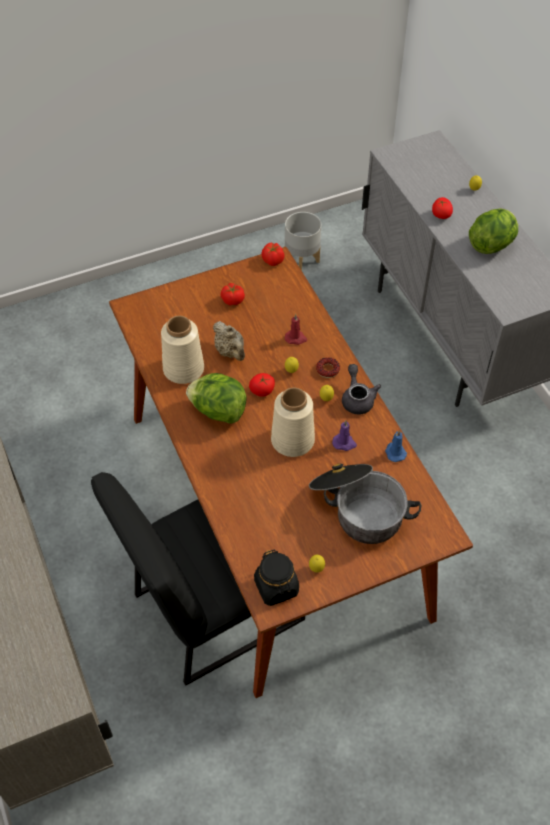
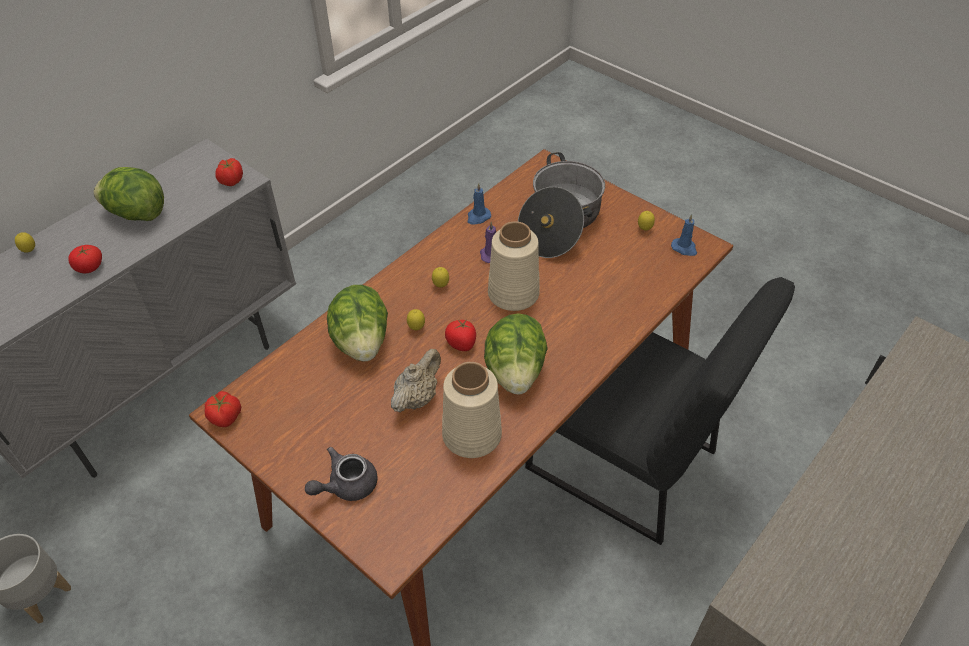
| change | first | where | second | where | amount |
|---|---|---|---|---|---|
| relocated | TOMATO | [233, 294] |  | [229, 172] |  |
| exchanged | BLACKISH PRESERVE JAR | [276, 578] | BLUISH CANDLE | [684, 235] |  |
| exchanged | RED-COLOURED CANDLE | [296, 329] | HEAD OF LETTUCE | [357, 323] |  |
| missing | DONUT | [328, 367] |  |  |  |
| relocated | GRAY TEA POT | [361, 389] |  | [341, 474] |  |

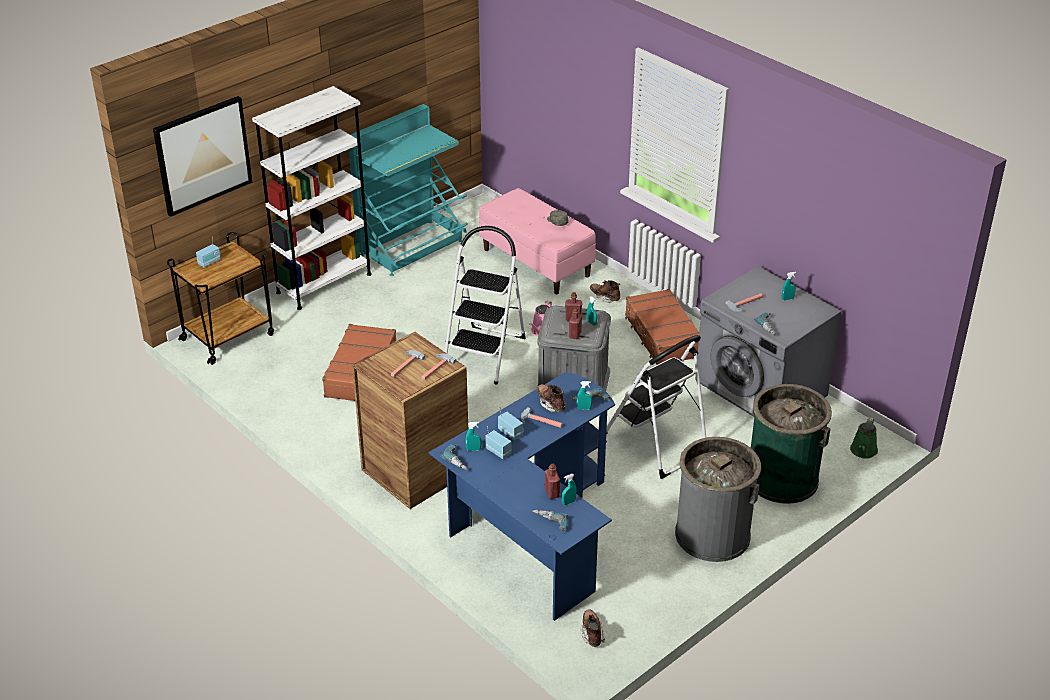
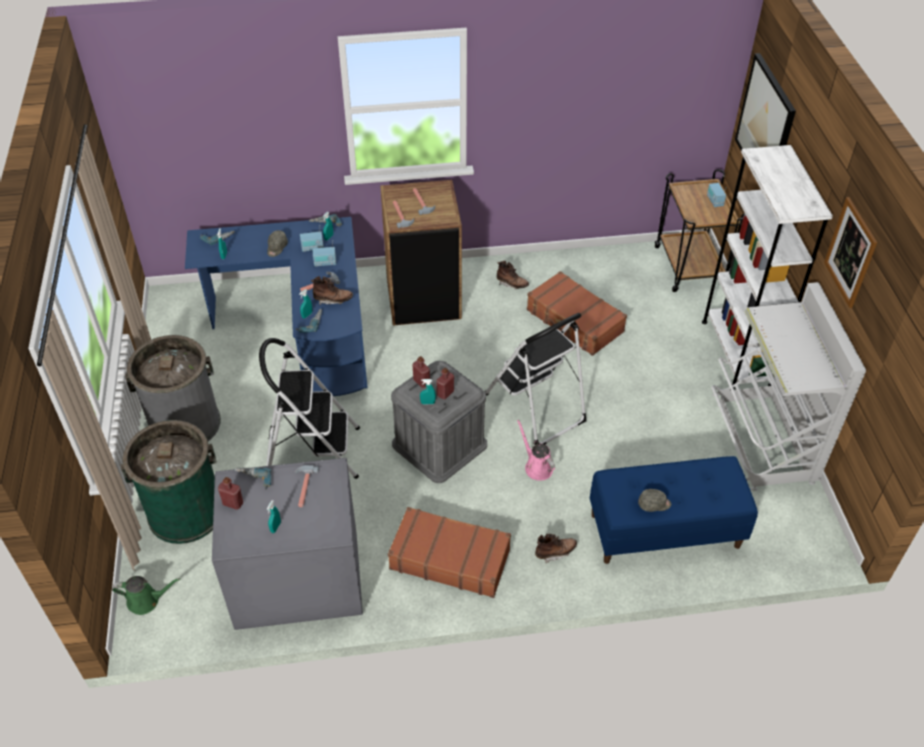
| change | first | where | second | where | amount |
|---|---|---|---|---|---|
| colour | TURQUOISE-COLOURED SHOE RACK | [408, 190] | WHITE-COLOURED SHOE RACK | [788, 386] |  |
| colour | PINKISH LONG SEAT | [537, 241] | BLUISH LONG SEAT | [674, 510] |  |
| relocated | RED-COLOURED BEVERAGE BOTTLE | [552, 481] |  | [230, 493] |  |
| relocated | BROWNISH TALL BOOT | [593, 628] |  | [513, 275] |  |
| spun | GREEN-COLOURED SPRINKLING CAN | [864, 438] |  | [146, 595] | 120 degrees clockwise |
| appeared |  |  | GRAY PEAKED CAP | [277, 243] |  |
| appeared |  |  | WALL PICTURE | [850, 252] |  |

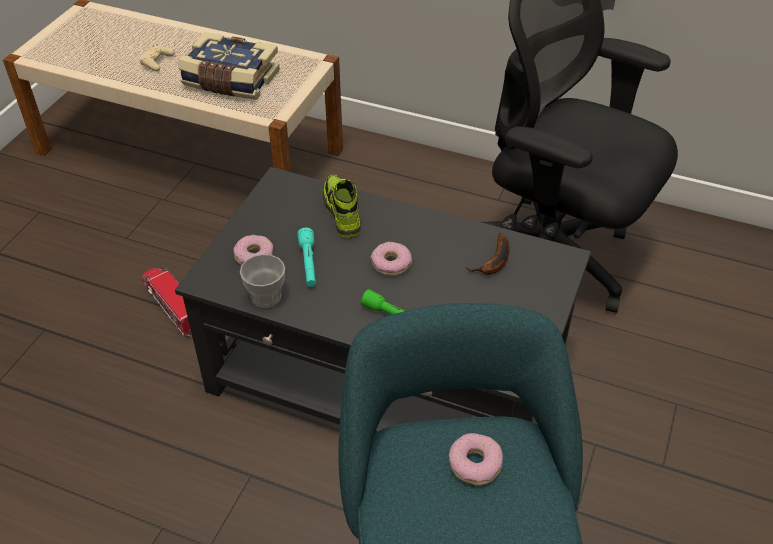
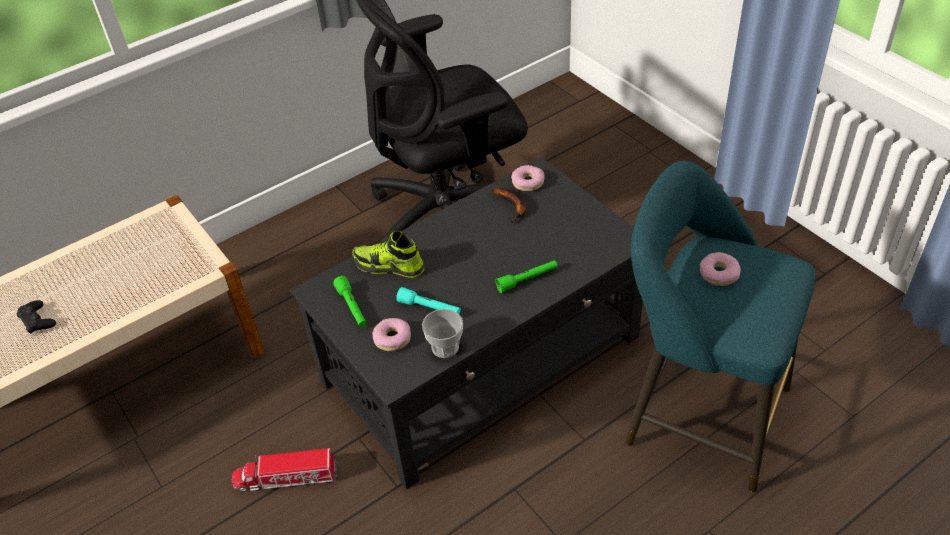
| change | first | where | second | where | amount |
|---|---|---|---|---|---|
| colour | BEIGE-COLOURED JOYPAD | [156, 58] | BLACKISH JOYPAD | [36, 317] |  |
| missing | VOLUME | [229, 66] |  |  |  |
| relocated | DONUT | [391, 259] |  | [528, 178] |  |
| appeared |  |  | GREEN-COLOURED HAND TORCH | [350, 301] |  |

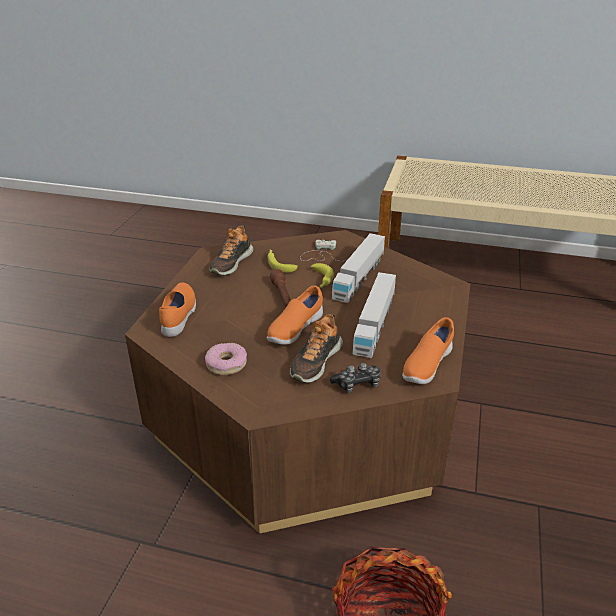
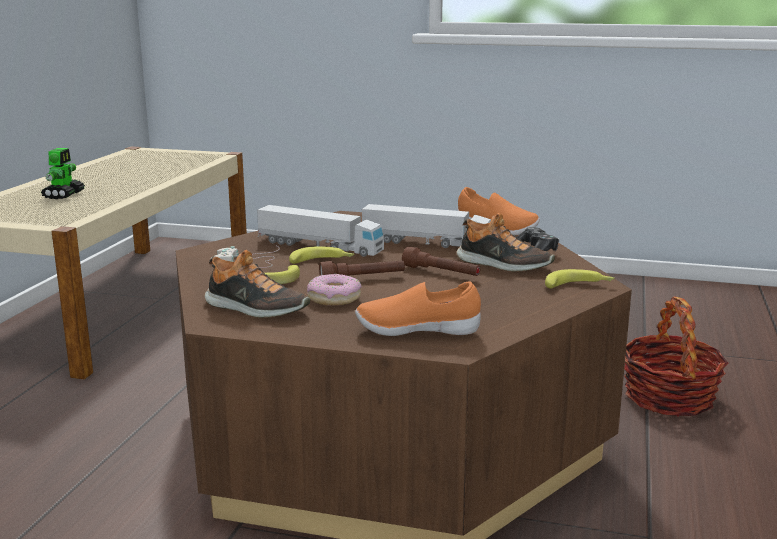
| change | first | where | second | where | amount |
|---|---|---|---|---|---|
| relocated | DONUT | [226, 359] |  | [334, 290] |  |
| exchanged | ORANGE SHOE | [295, 315] | BROWNISH HAND TORCH | [441, 261] |  |
| appeared |  |  | TOY ROBOT | [63, 173] |  |
| appeared |  |  | BANANA FRUIT | [580, 279] |  |

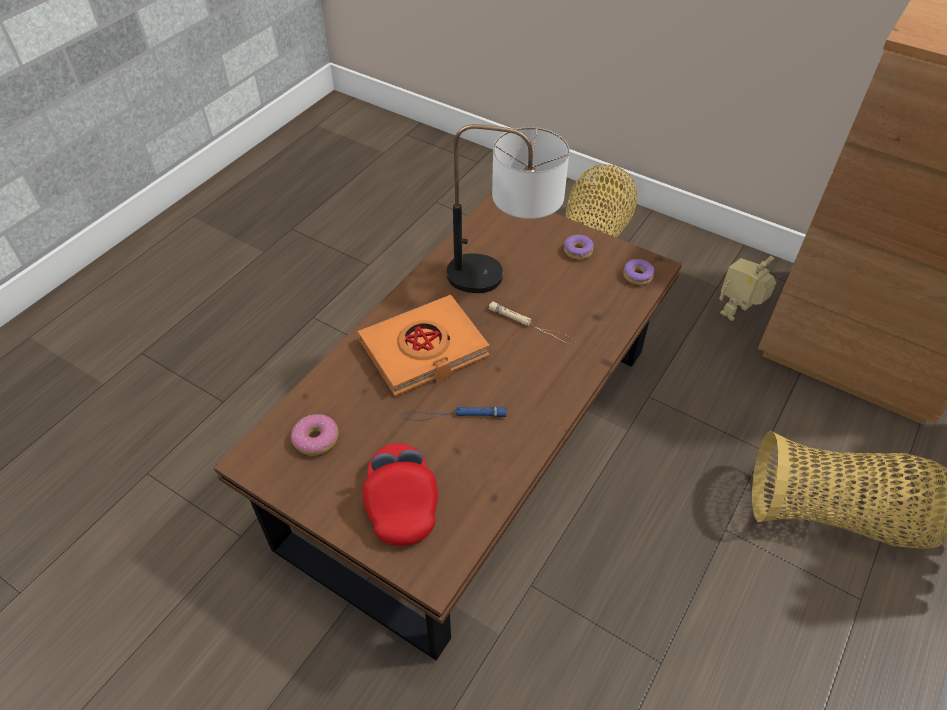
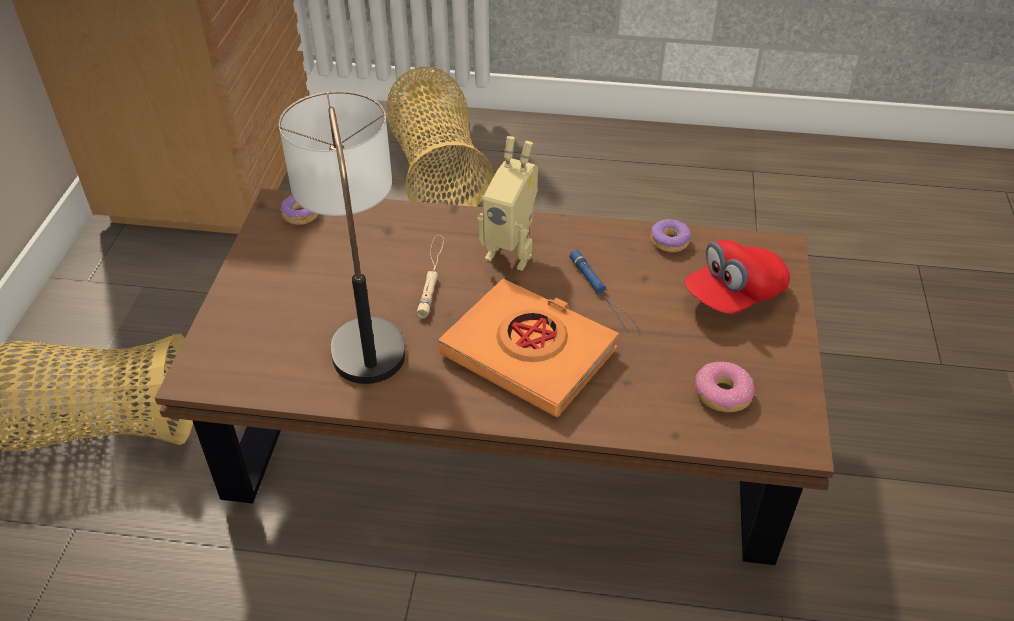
| change | first | where | second | where | amount |
|---|---|---|---|---|---|
| relocated | DONUT | [579, 247] |  | [671, 235] |  |
| relocated | TOY ROBOT | [748, 288] |  | [508, 203] |  |

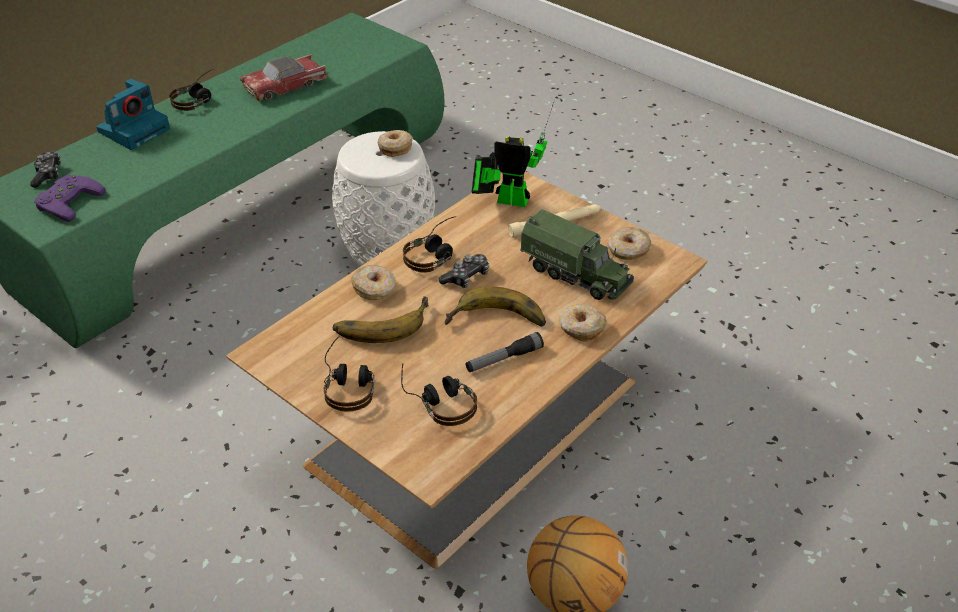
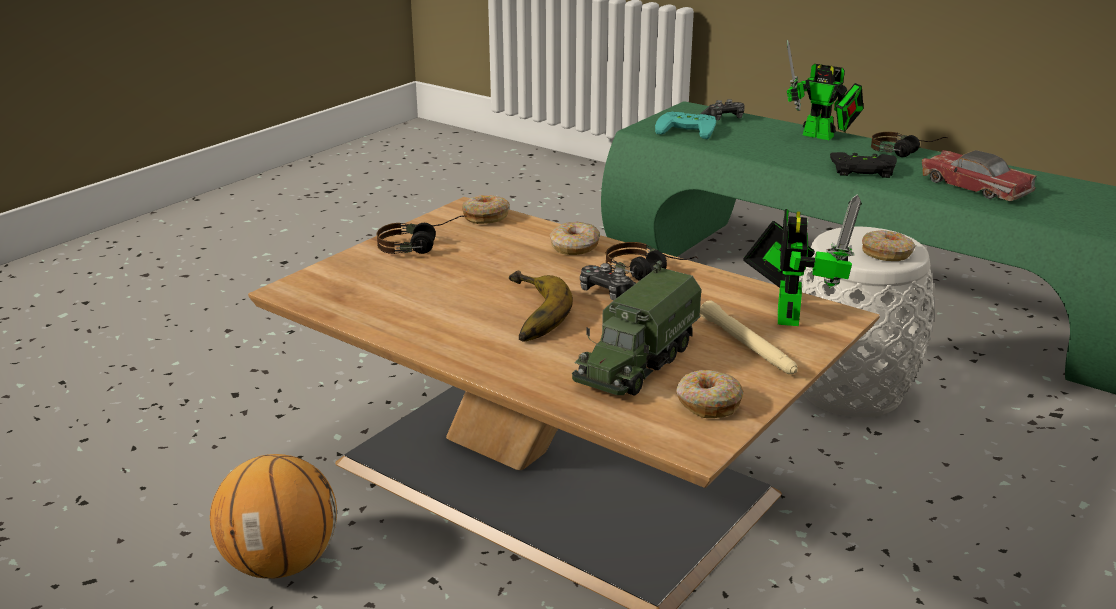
| change | first | where | second | where | amount |
|---|---|---|---|---|---|
| colour | PURPLE-COLOURED JOYPAD | [70, 198] | TURQUOISE-COLOURED JOYPAD | [685, 125] |  |
| exchanged | STILL CAMERA | [133, 114] | TOY ROBOT | [825, 90] |  |
| missing | BANANA FRUIT | [381, 319] |  |  |  |
| missing | PAIR OF HEADPHONES | [439, 394] |  |  |  |
| missing | HAND TORCH | [505, 352] |  |  |  |
| relocated | DONUT | [583, 323] |  | [486, 209] |  |
| appeared |  |  | BLACKISH JOYPAD | [863, 165] |  |

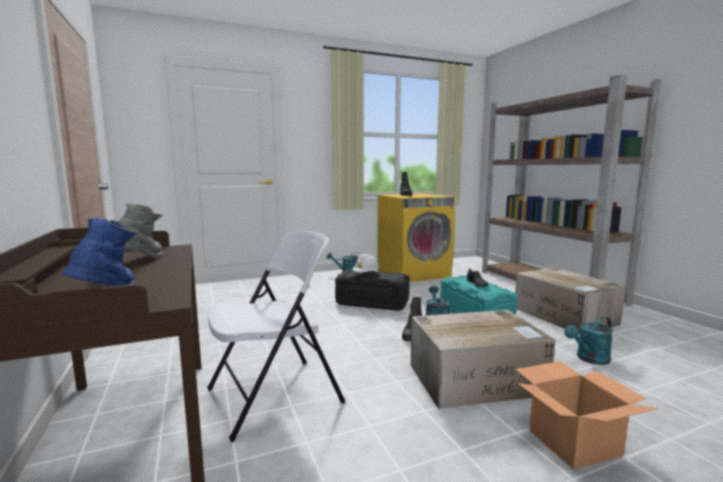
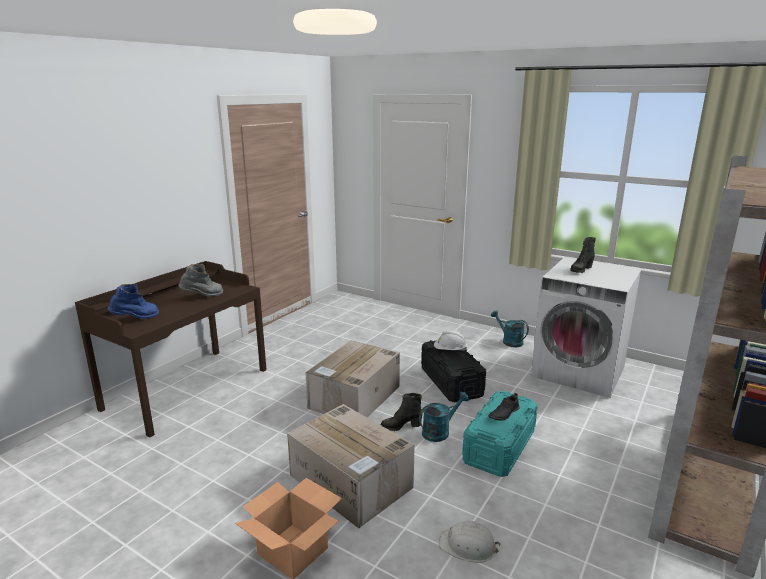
| change | first | where | second | where | amount |
|---|---|---|---|---|---|
| missing | WHITE-COLOURED PLAIN CHAIR | [276, 336] |  |  |  |
| colour | YELLOW LAUNDRY MACHINE | [416, 237] | WHITE-COLOURED LAUNDRY MACHINE | [587, 327] |  |
| relocated | PACKING BOX | [570, 301] |  | [352, 378] |  |
| exchanged | TURQUOISE-COLOURED SPRINKLING CAN | [588, 340] | WHITE-COLOURED HARD HAT | [470, 542] |  |

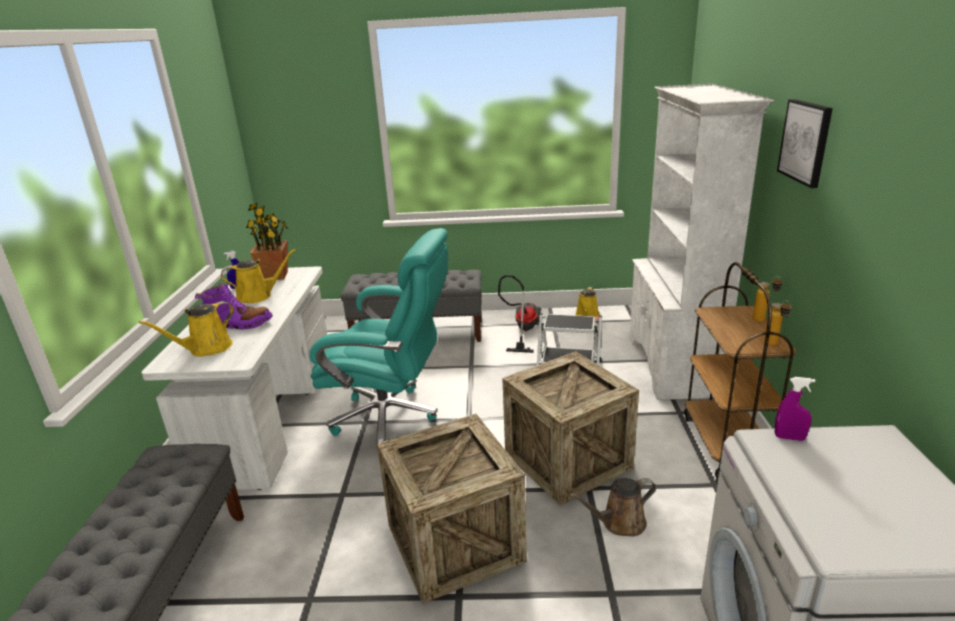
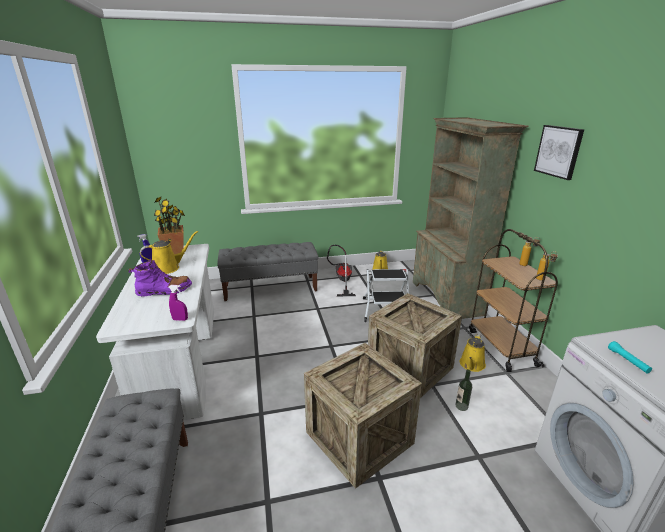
| change | first | where | second | where | amount |
|---|---|---|---|---|---|
| relocated | YELLOW SPRINKLING CAN | [186, 329] |  | [473, 353] |  |
| missing | TURQUOISE-COLOURED COMPUTER CHAIR | [378, 335] |  |  |  |
| exchanged | BROWNISH SPRINKLING CAN | [612, 507] | BEVERAGE BOTTLE | [463, 390] |  |
| colour | WHITE-COLOURED SHELVING UNIT | [701, 242] | GREEN-COLOURED SHELVING UNIT | [471, 218] |  |
| relocated | PURPLE-COLOURED SPRAY BOTTLE | [795, 409] |  | [178, 303] |  |
| appeared |  |  | TURQUOISE-COLOURED HAND TORCH | [630, 357] |  |

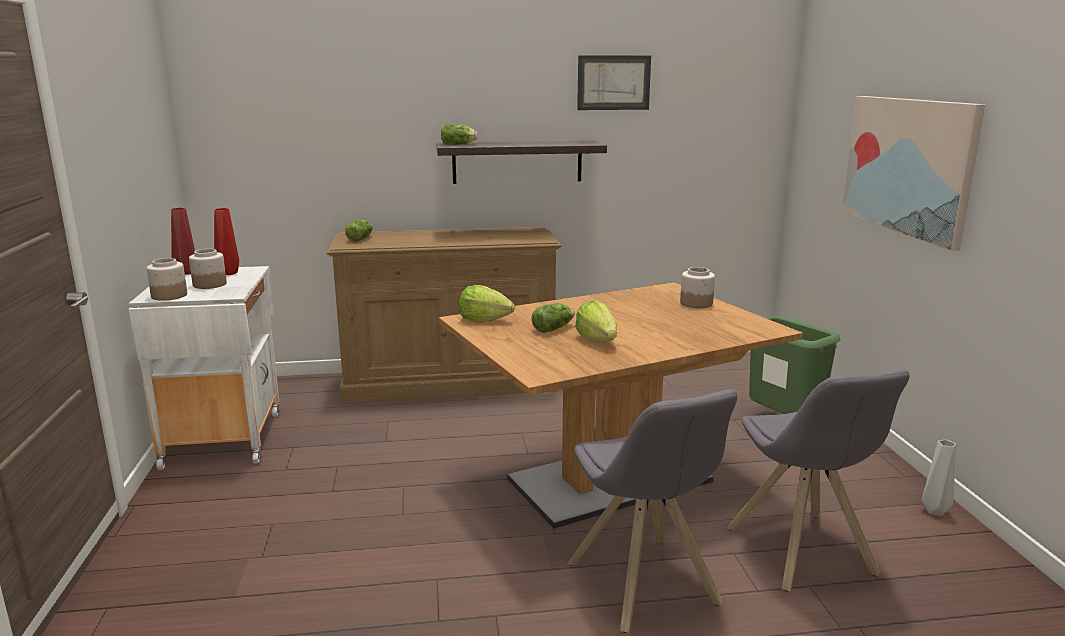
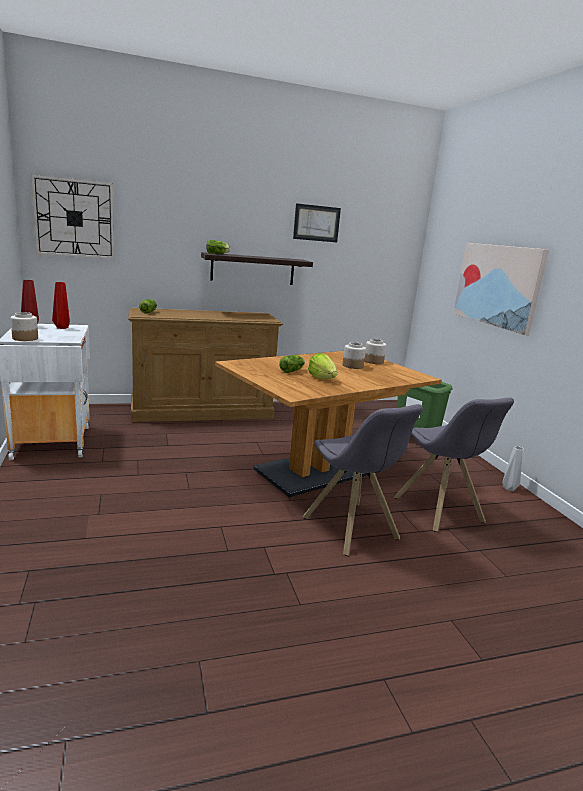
| change | first | where | second | where | amount |
|---|---|---|---|---|---|
| relocated | PRESERVE JAR | [208, 269] |  | [354, 355] |  |
| missing | HEAD OF LETTUCE | [487, 303] |  |  |  |
| appeared |  |  | CLOCK ON THE WALL | [73, 216] |  |

